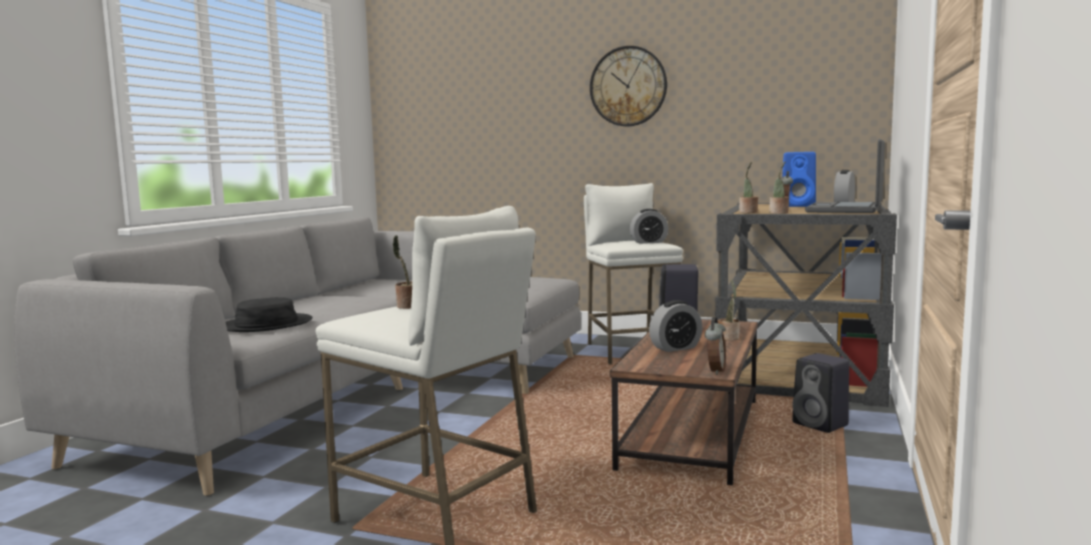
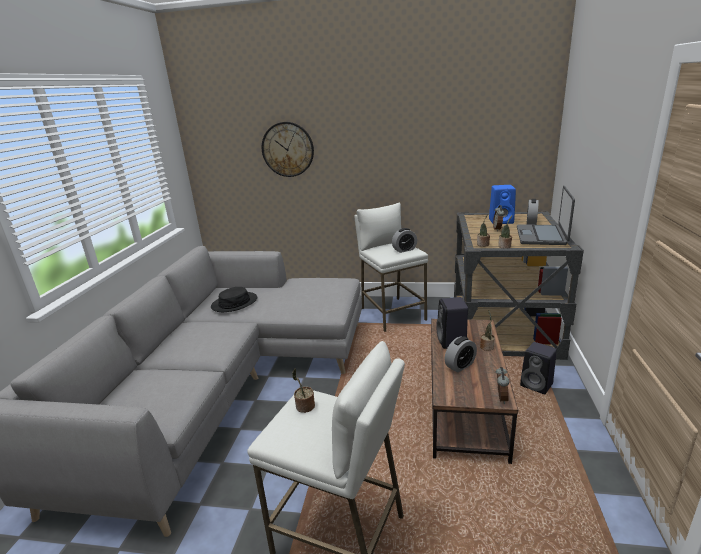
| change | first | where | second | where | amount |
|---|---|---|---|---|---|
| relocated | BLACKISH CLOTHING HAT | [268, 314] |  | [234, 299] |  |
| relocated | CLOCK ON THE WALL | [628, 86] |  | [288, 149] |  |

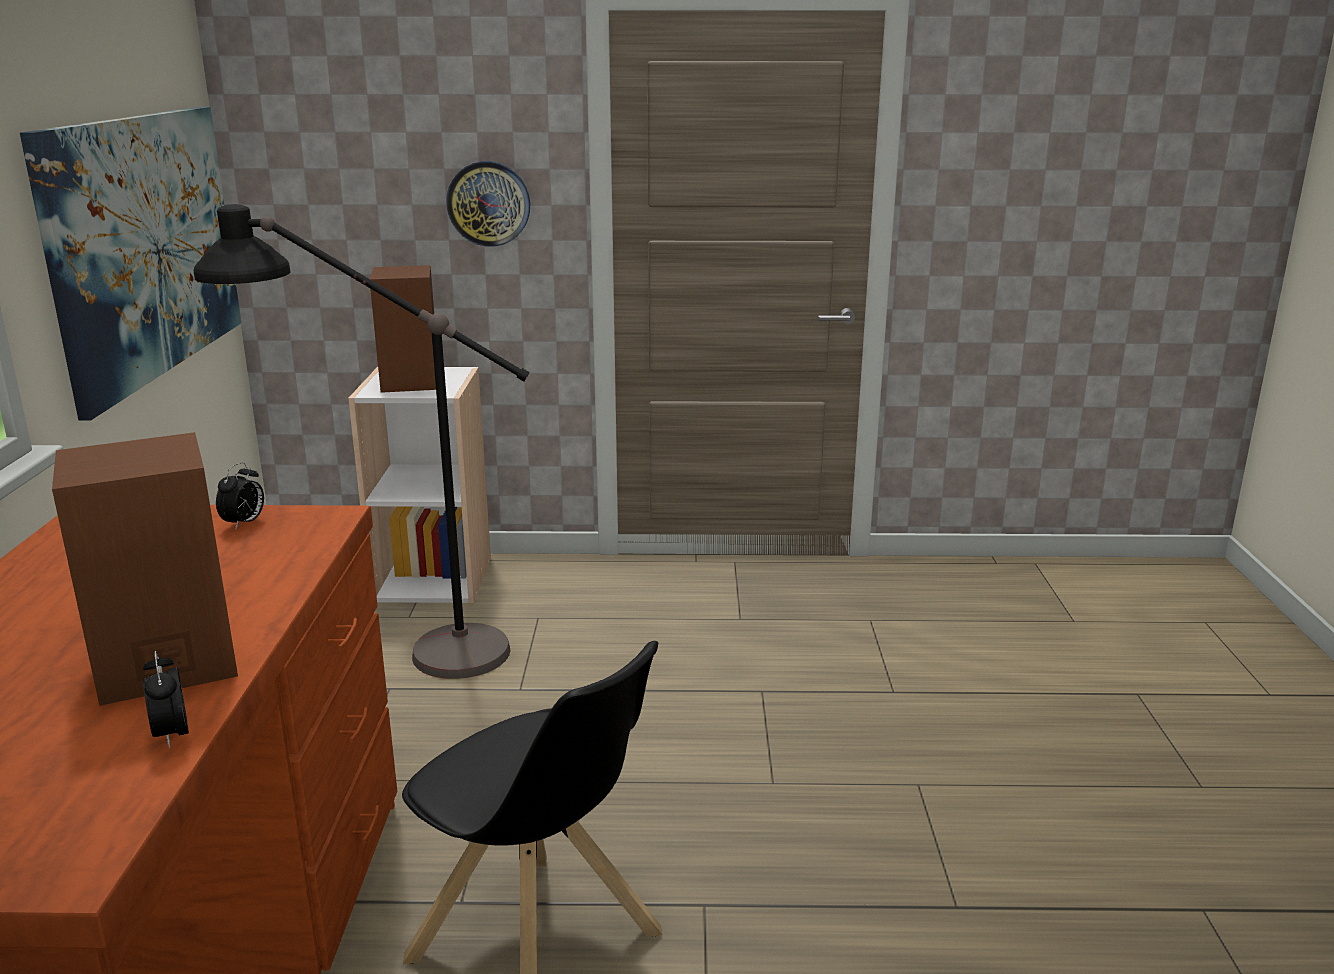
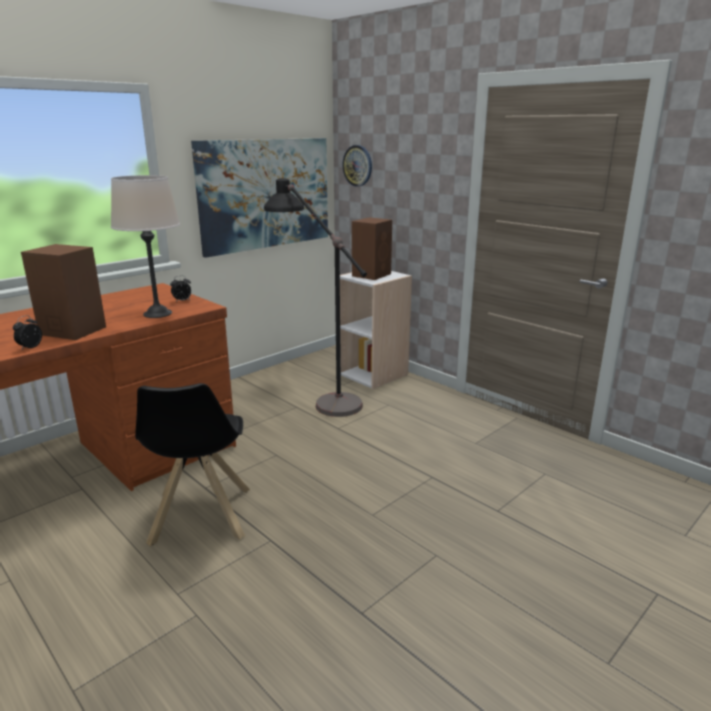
| change | first | where | second | where | amount |
|---|---|---|---|---|---|
| relocated | CLOCK ON THE WALL | [488, 204] |  | [357, 166] |  |
| appeared |  |  | BEIGE-COLOURED TABLETOP LAMP | [145, 246] |  |

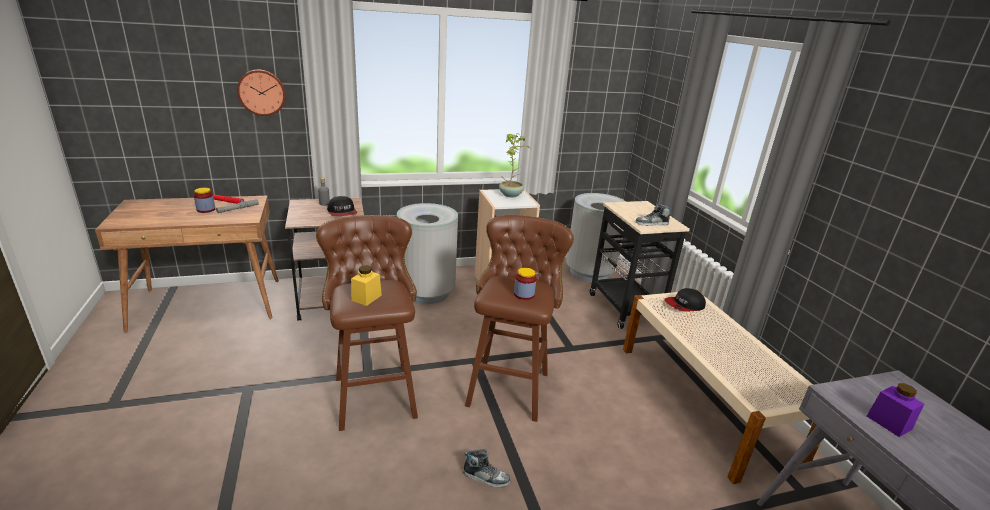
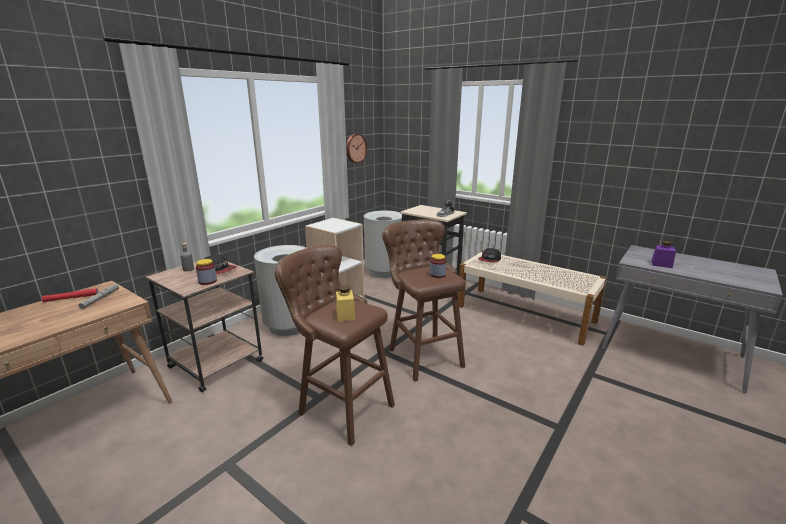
| change | first | where | second | where | amount |
|---|---|---|---|---|---|
| relocated | PRESERVE JAR | [204, 200] |  | [206, 272] |  |
| relocated | CLOCK ON THE WALL | [261, 93] |  | [356, 148] |  |
| missing | SHOE | [486, 468] |  |  |  |
| missing | HOUSEPLANT | [514, 165] |  |  |  |

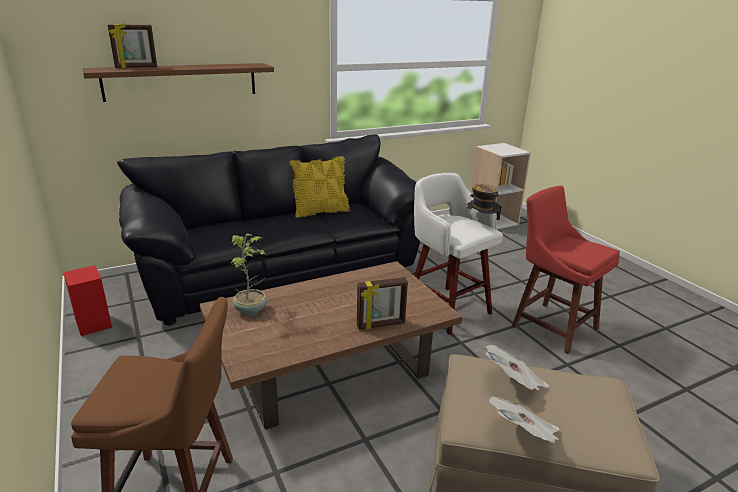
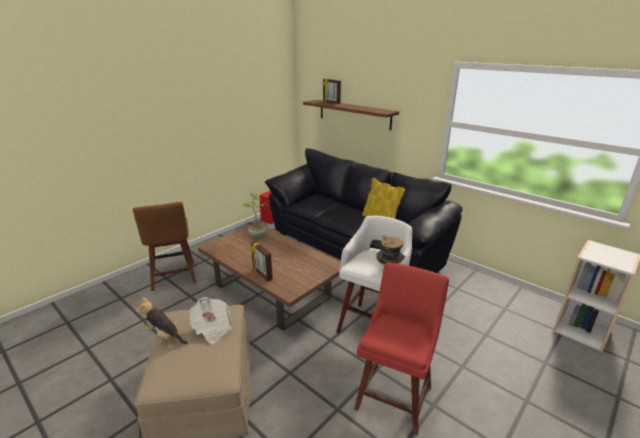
| change | first | where | second | where | amount |
|---|---|---|---|---|---|
| exchanged | PRINTED PAPER | [524, 419] | SOFT TOY | [162, 320] |  |

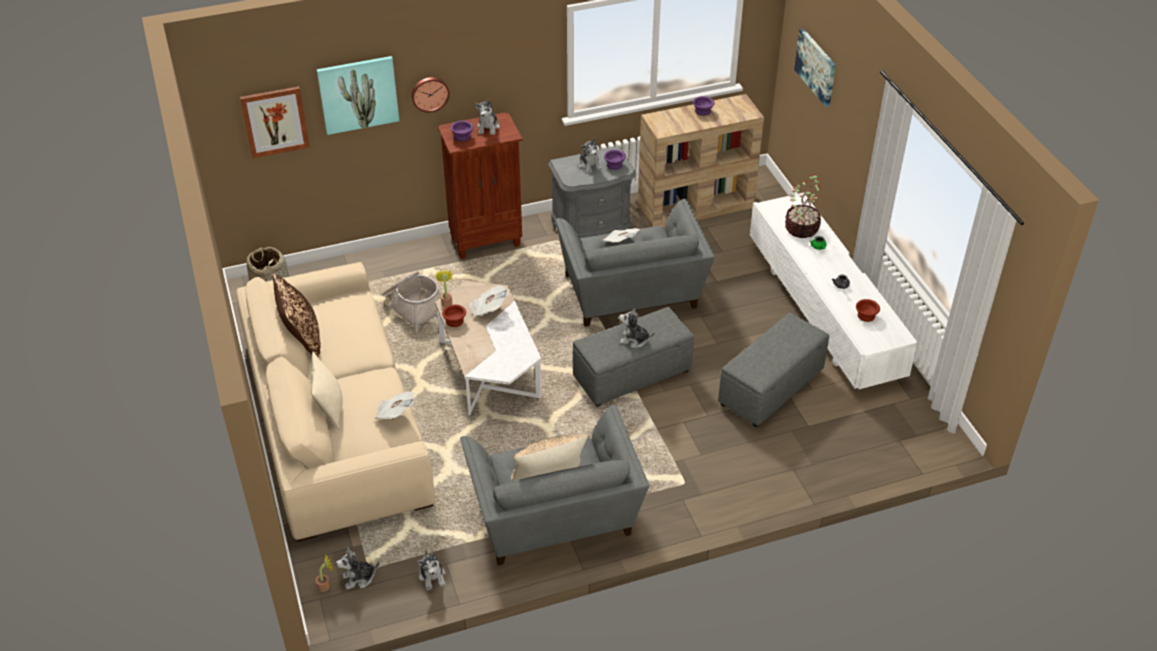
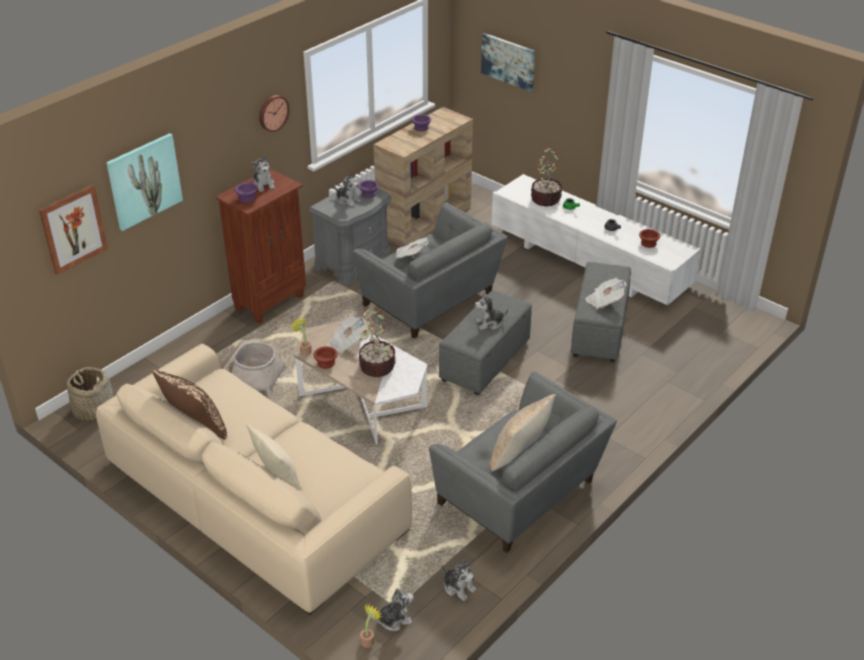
| change | first | where | second | where | amount |
|---|---|---|---|---|---|
| spun | SOFT TOY | [357, 567] |  | [394, 609] | 150 degrees counterclockwise |
| relocated | PRINTED PAPER | [394, 406] |  | [606, 293] |  |
| relocated | CLOCK ON THE WALL | [430, 94] |  | [274, 113] |  |
| appeared |  |  | HOUSEPLANT | [377, 342] |  |

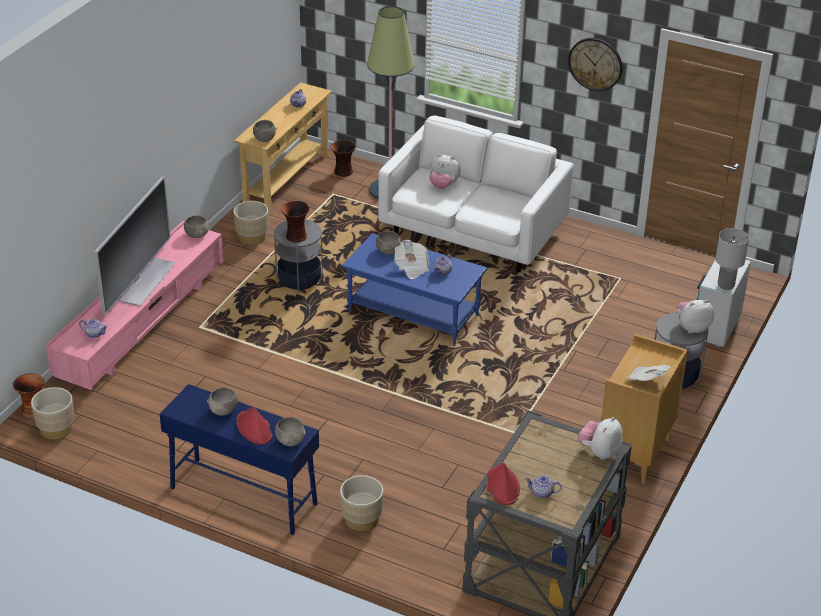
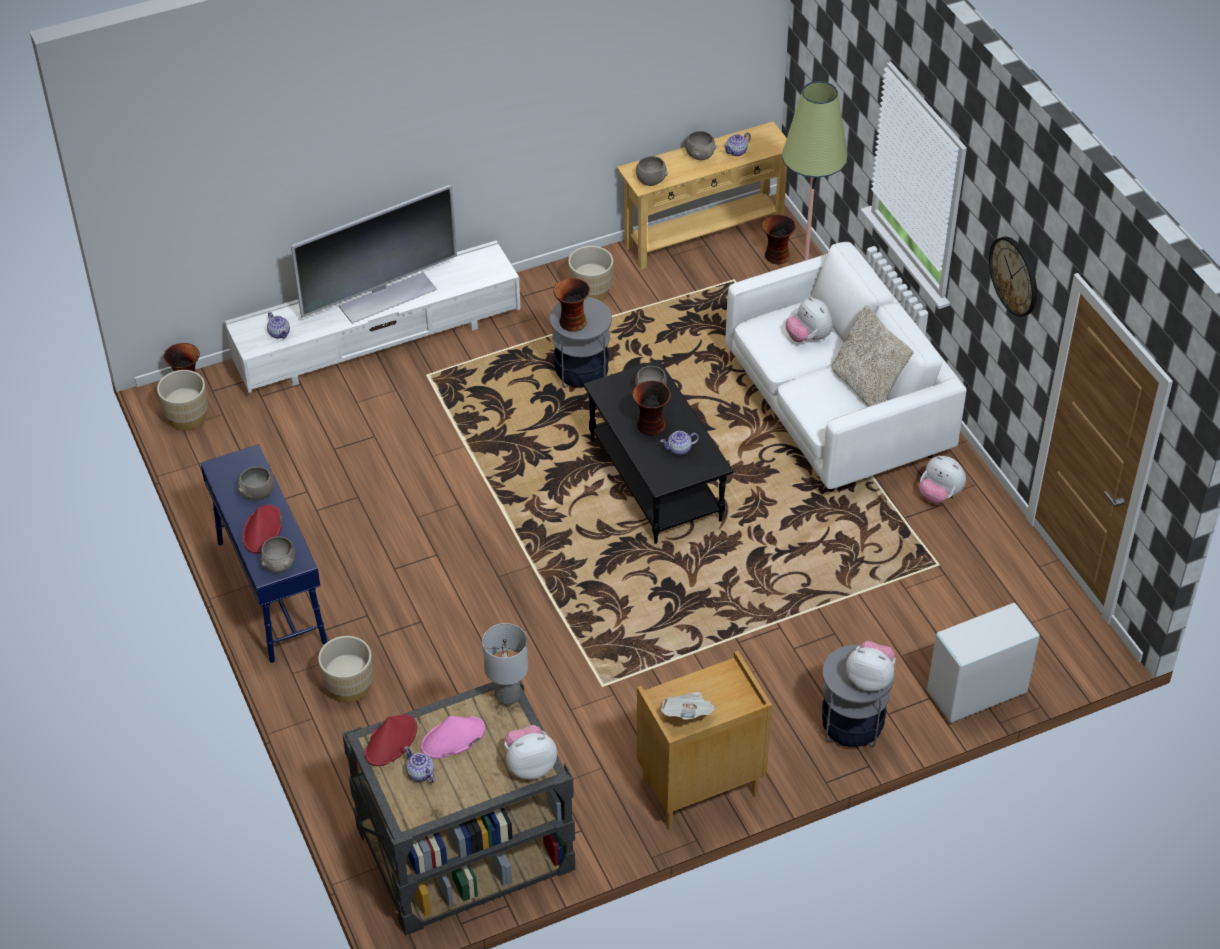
| change | first | where | second | where | amount |
|---|---|---|---|---|---|
| colour | PINKISH TV UNIT | [135, 305] | WHITE-COLOURED TV UNIT | [373, 316] |  |
| relocated | GRAY SERVING BOWL | [197, 226] |  | [701, 145] |  |
| colour | BLUISH LOUNGE TABLE | [414, 289] | BLACKISH LOUNGE TABLE | [658, 452] |  |
| exchanged | PRINTED PAPER | [411, 259] | FLOWER VASE | [651, 408] |  |
| relocated | GRAY TABLETOP LAMP | [732, 259] |  | [505, 664] |  |
| appeared |  |  | PINKISH CLOTHING HAT | [453, 737] |  |
| appeared |  |  | BEIGE-COLOURED CUSHION | [873, 356] |  |
| appeared |  |  | SOFT TOY | [942, 480] |  |

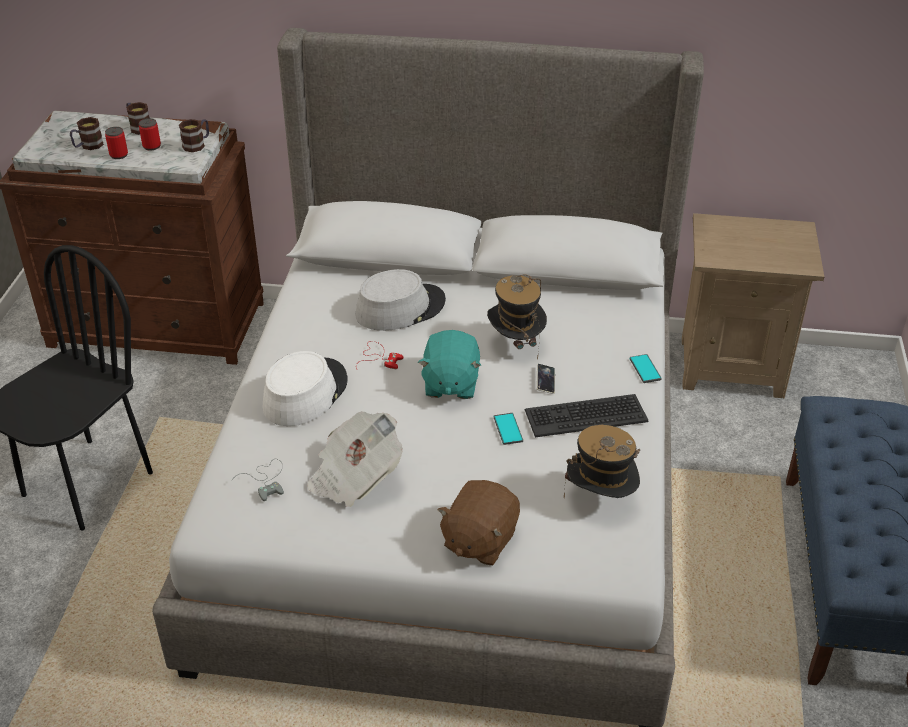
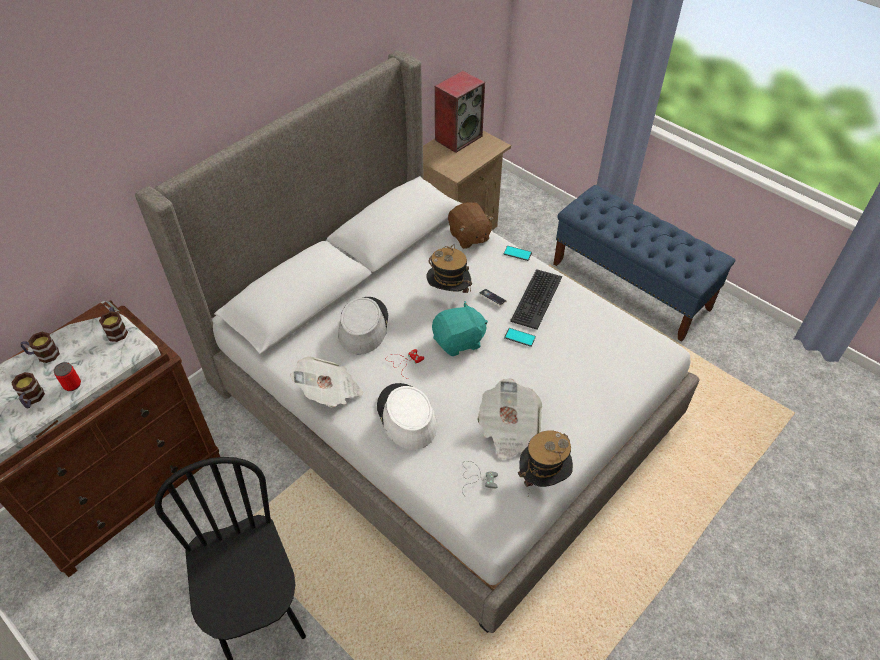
| change | first | where | second | where | amount |
|---|---|---|---|---|---|
| missing | METAL CAN | [150, 134] |  |  |  |
| spun | TURQUOISE-COLOURED SOFT TOY | [449, 364] |  | [460, 328] | 60 degrees counterclockwise |
| relocated | BROWNISH SOFT TOY | [478, 522] |  | [471, 225] |  |
| relocated | CLOTHING HAT | [602, 461] |  | [545, 463] |  |
| appeared |  |  | PRINTED PAPER | [326, 381] |  |
| appeared |  |  | AUDIO SPEAKER | [460, 112] |  |

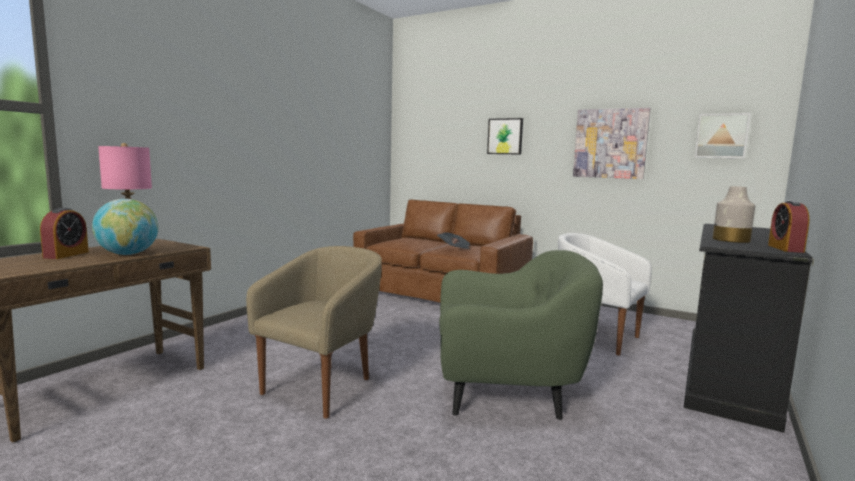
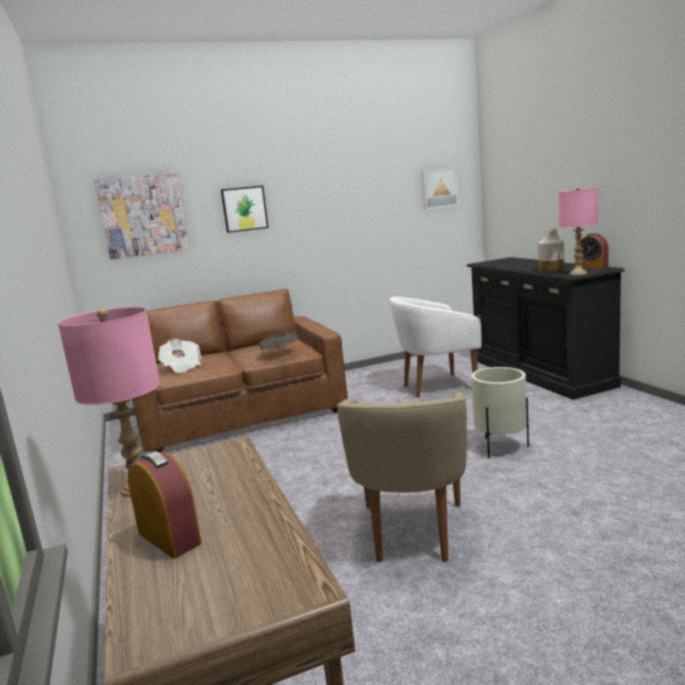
| change | first | where | second | where | amount |
|---|---|---|---|---|---|
| missing | DESK GLOBE | [125, 227] |  |  |  |
| spun | BEIGE-COLOURED ARMCHAIR | [314, 332] |  | [402, 477] | 150 degrees counterclockwise |
| exchanged | GREEN-COLOURED ARMCHAIR | [521, 335] | BEIGE-COLOURED FLOWER POT | [500, 412] |  |
| relocated | WALL PICTURE | [612, 143] |  | [141, 215] |  |
| appeared |  |  | PRINTED PAPER | [179, 356] |  |
| appeared |  |  | PINKISH TABLETOP LAMP | [578, 230] |  |

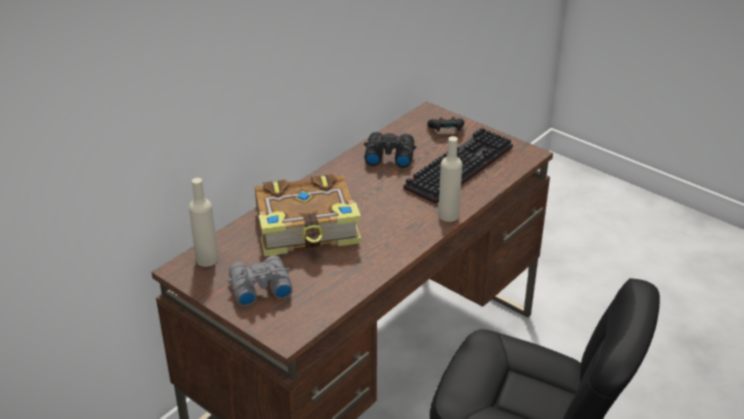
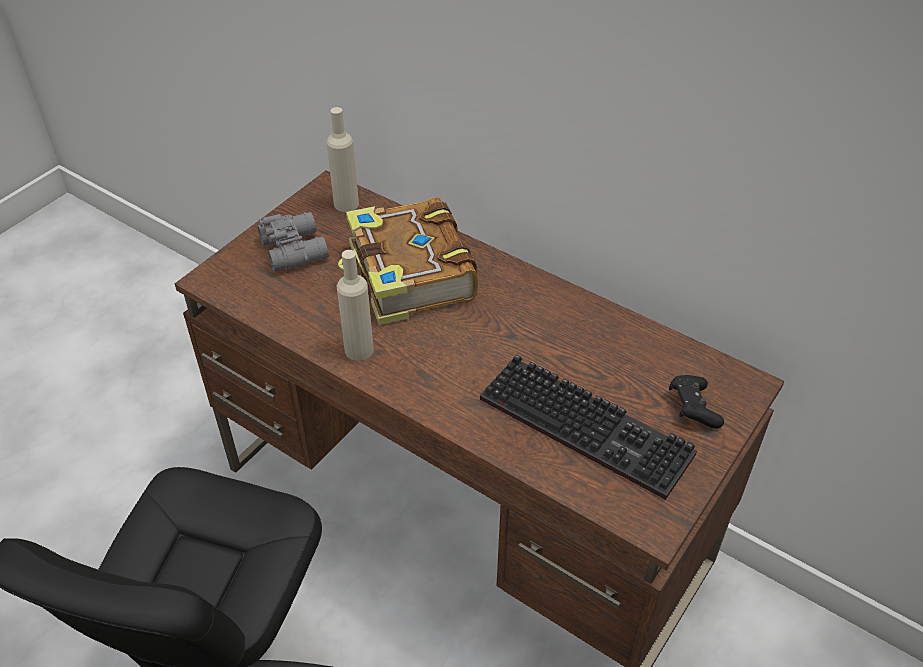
| change | first | where | second | where | amount |
|---|---|---|---|---|---|
| missing | BLACKISH FIELD GLASSES | [390, 150] |  |  |  |
| relocated | BEIGE-COLOURED BEVERAGE BOTTLE | [450, 179] |  | [355, 305] |  |

